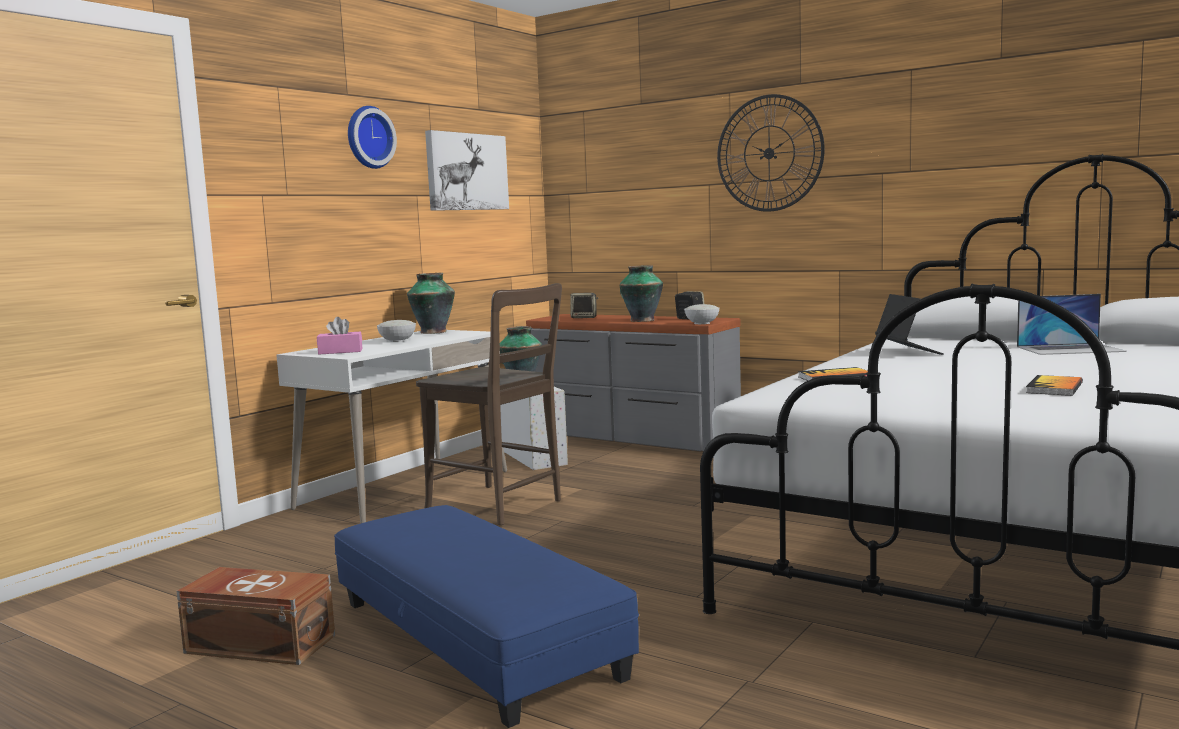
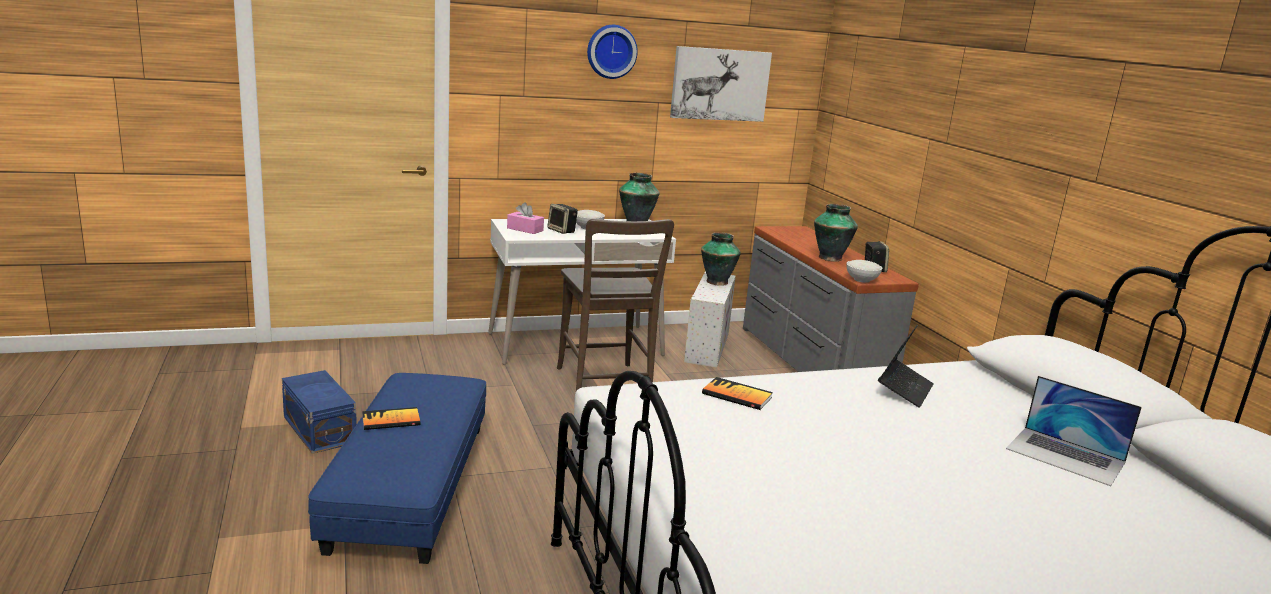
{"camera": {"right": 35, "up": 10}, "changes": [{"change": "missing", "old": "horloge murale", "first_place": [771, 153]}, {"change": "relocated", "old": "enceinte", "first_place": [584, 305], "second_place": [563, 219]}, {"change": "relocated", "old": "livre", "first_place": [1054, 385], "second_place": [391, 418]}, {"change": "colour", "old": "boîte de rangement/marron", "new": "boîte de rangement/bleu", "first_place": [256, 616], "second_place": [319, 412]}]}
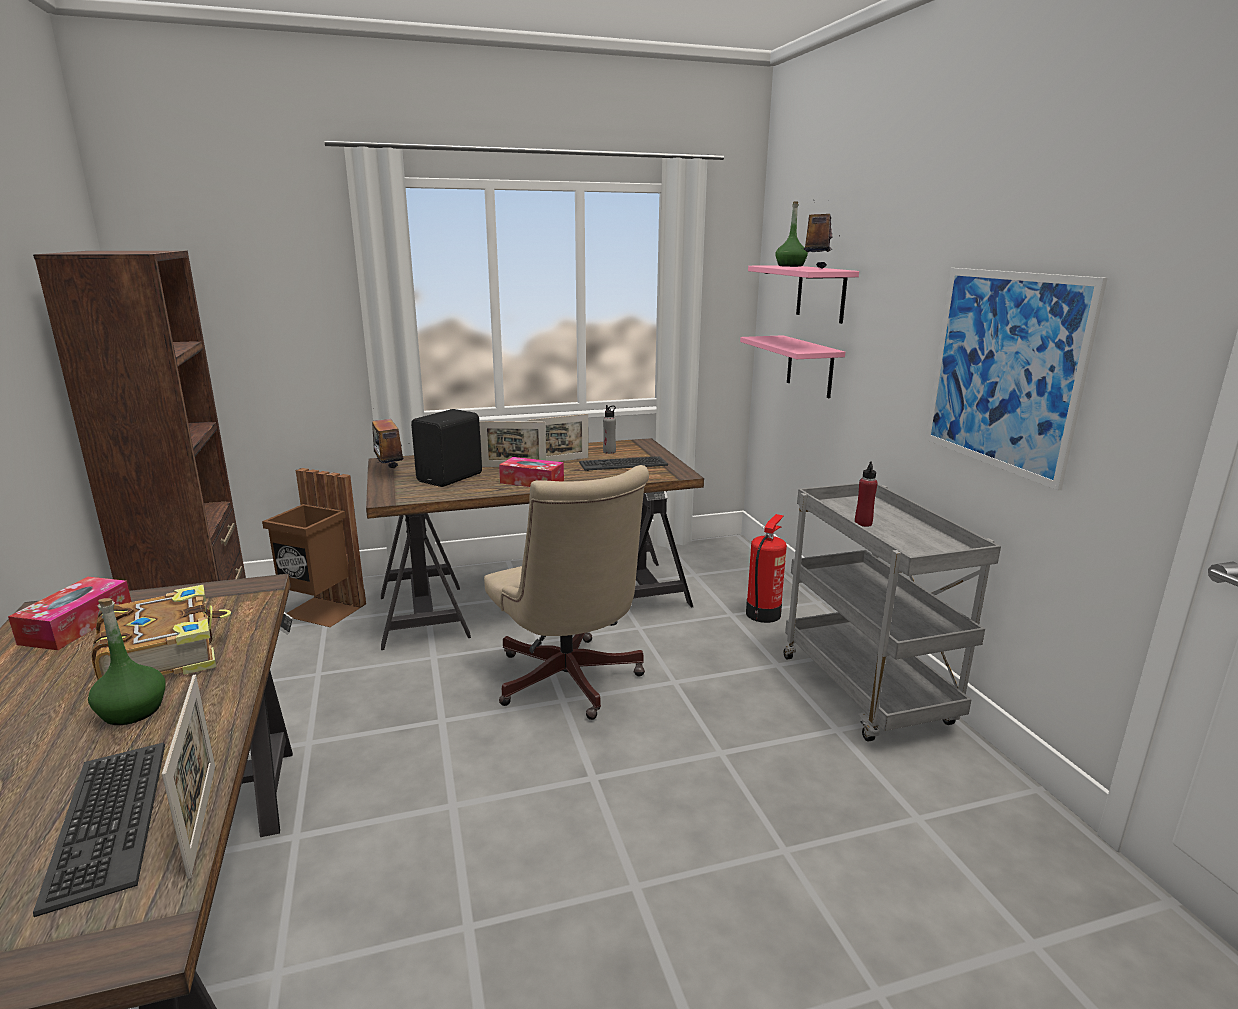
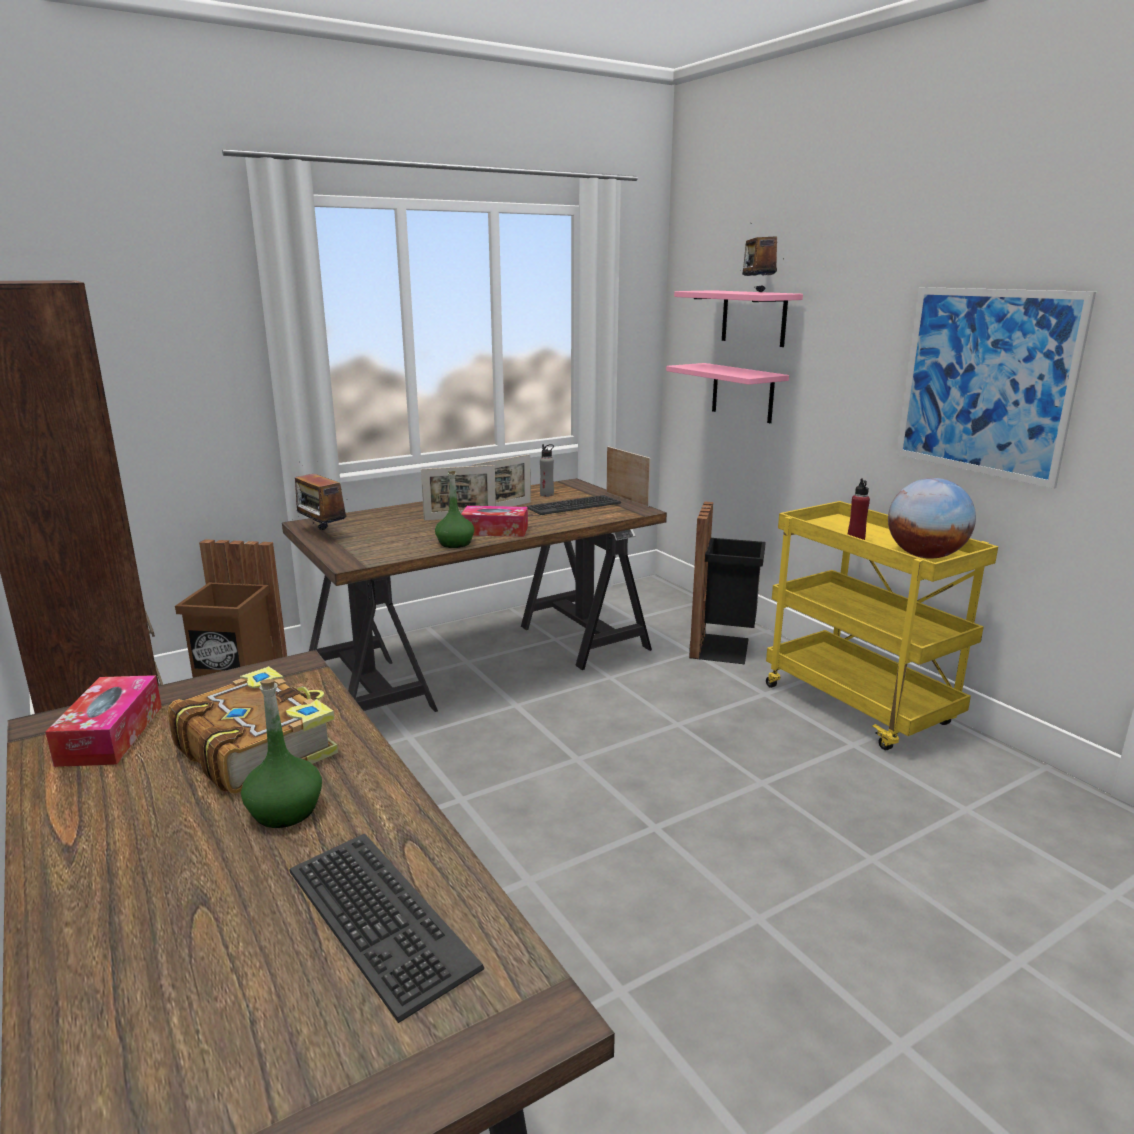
{"camera": {"right": -15, "up": 0}, "changes": [{"change": "missing", "old": "enceinte/noir", "first_place": [446, 448]}, {"change": "missing", "old": "chaise de bureau/beige", "first_place": [566, 592]}, {"change": "appeared", "new": "globe", "second_place": [932, 518]}, {"change": "relocated", "old": "cadre photo", "first_place": [188, 777], "second_place": [628, 476]}, {"change": "relocated", "old": "bouteille/vert", "first_place": [791, 234], "second_place": [454, 509]}, {"change": "exchanged", "old": "extincteur", "new": "poubelle/noir", "first_place": [766, 568], "second_place": [727, 583]}, {"change": "colour", "old": "chariot/gris", "new": "chariot/jaune", "first_place": [892, 612], "second_place": [882, 625]}]}
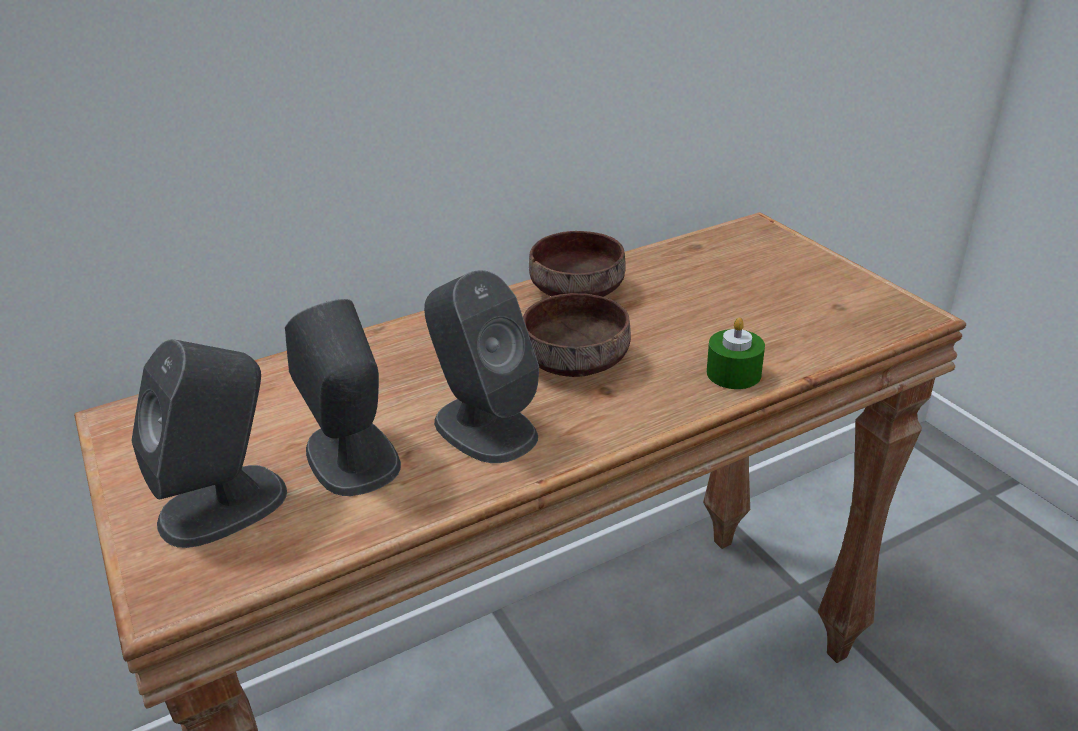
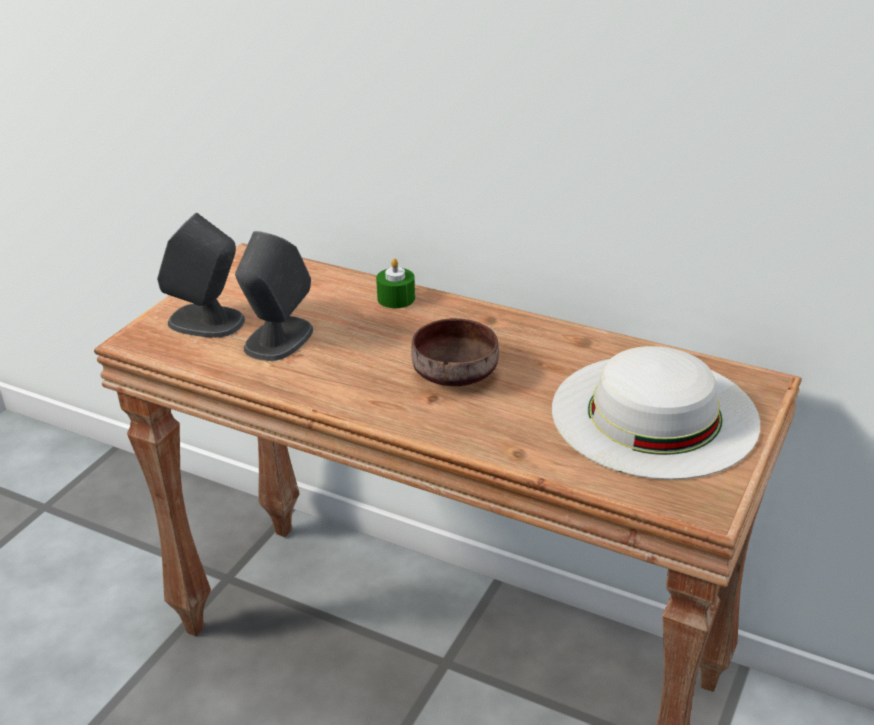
{"camera": {"right": 55, "up": 0}, "changes": [{"change": "missing", "old": "enceinte/gris", "first_place": [481, 366]}, {"change": "missing", "old": "bol/marron", "first_place": [577, 264]}, {"change": "appeared", "new": "chapeau/blanc", "second_place": [656, 413]}, {"change": "relocated", "old": "bougie/vert", "first_place": [736, 353], "second_place": [395, 283]}]}
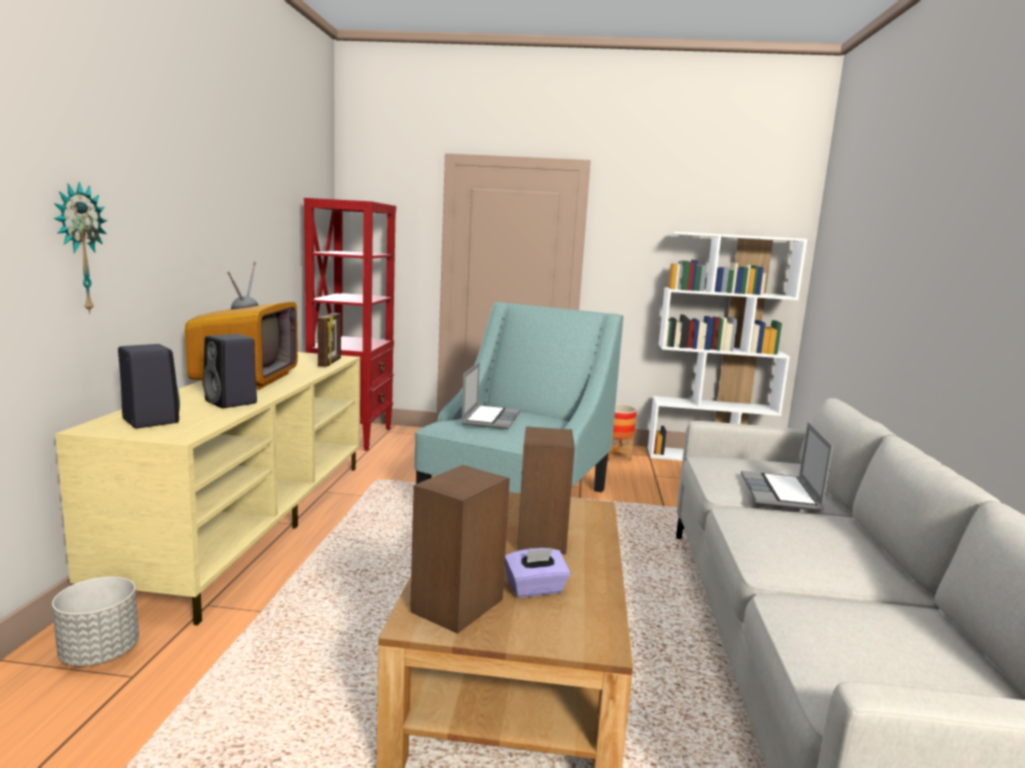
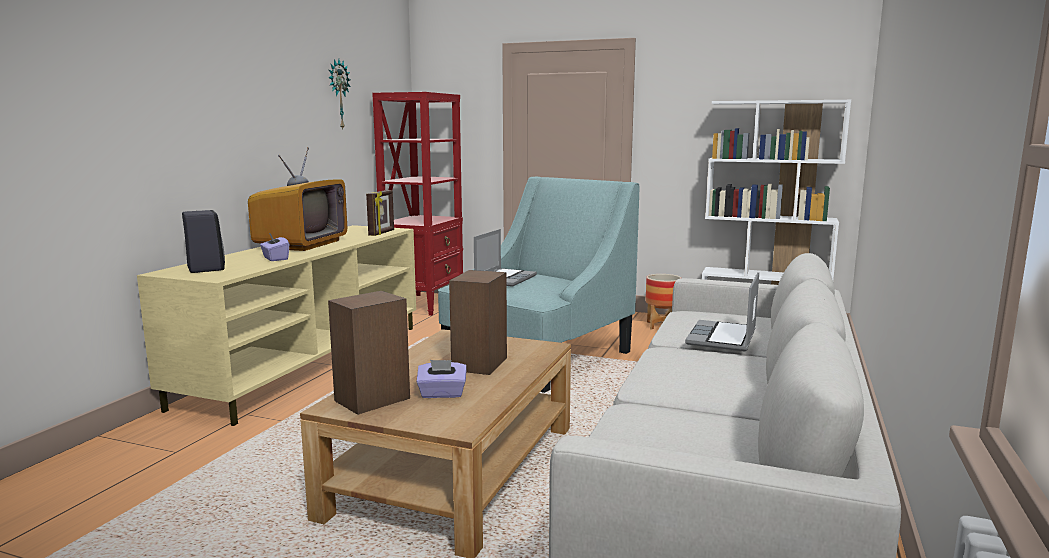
{"camera": {"right": 15, "up": 0}, "changes": [{"change": "missing", "old": "cache-pot/gris", "first_place": [95, 621]}, {"change": "relocated", "old": "horloge murale", "first_place": [80, 248], "second_place": [339, 94]}, {"change": "exchanged", "old": "enceinte/noir", "new": "boîte à mouchoirs/violet", "first_place": [230, 371], "second_place": [274, 247]}]}
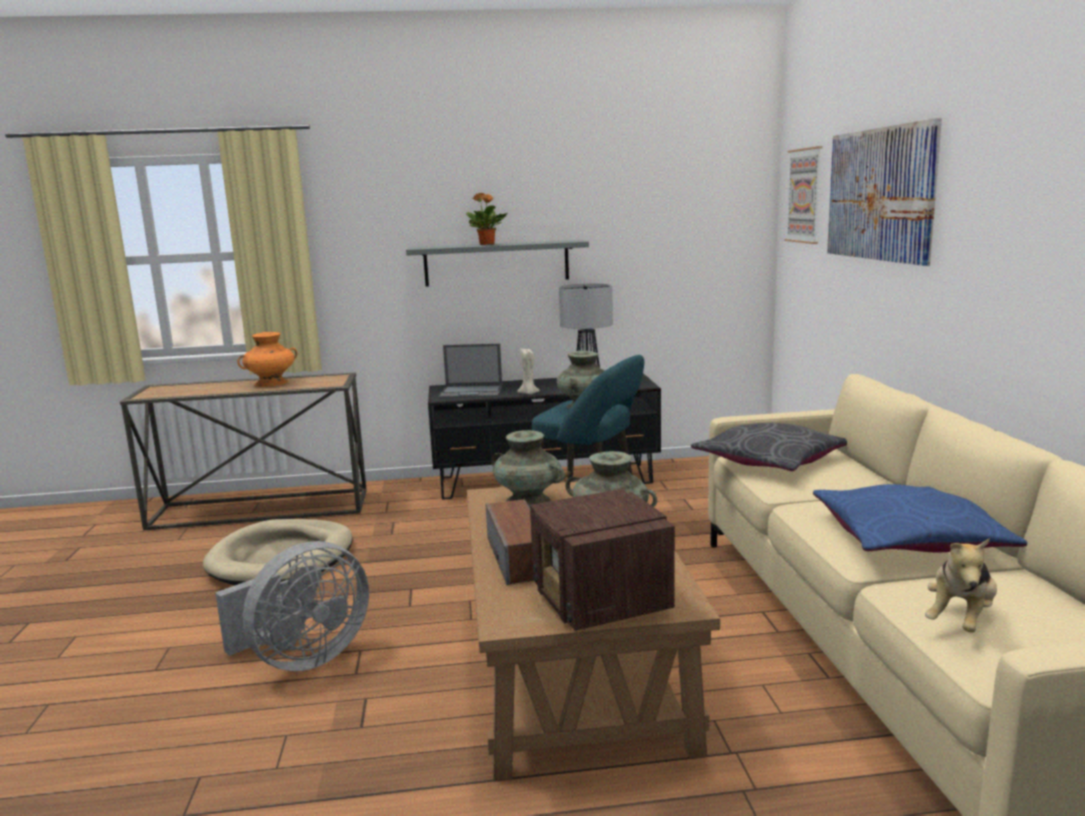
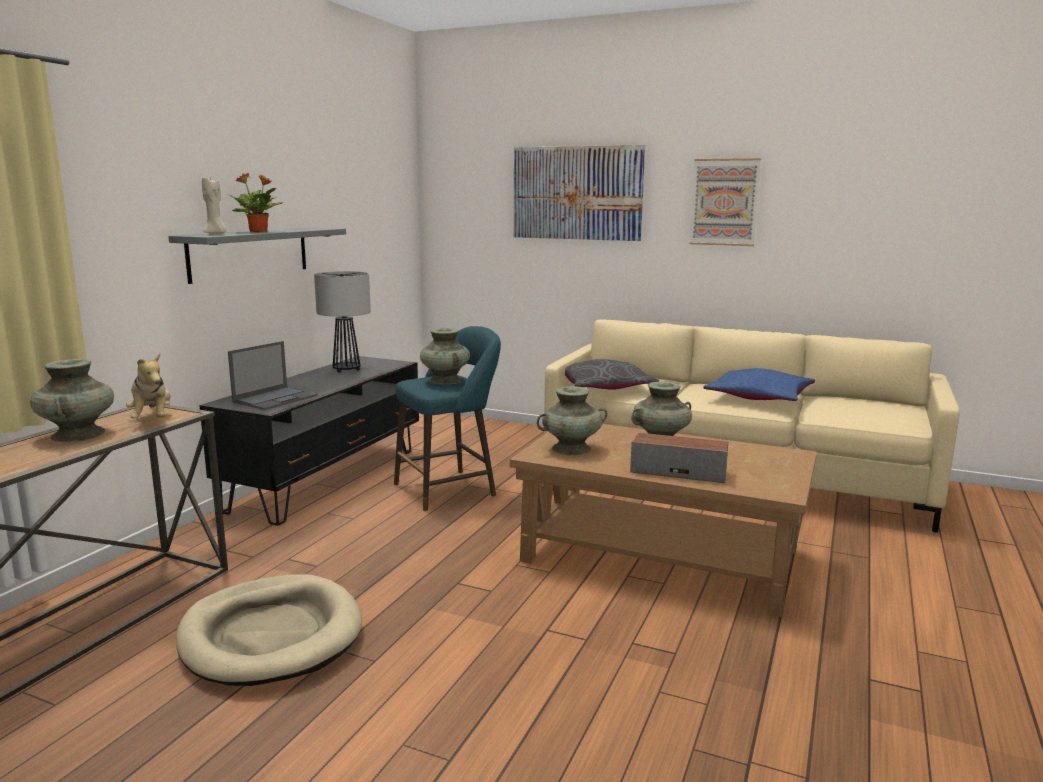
{"camera": {"right": -60, "up": 0}, "changes": [{"change": "missing", "old": "ventilateur/gris", "first_place": [292, 606]}, {"change": "missing", "old": "radio", "first_place": [602, 560]}, {"change": "relocated", "old": "bougie/beige", "first_place": [528, 371], "second_place": [214, 205]}, {"change": "relocated", "old": "tableau", "first_place": [803, 195], "second_place": [725, 202]}, {"change": "relocated", "old": "peluche", "first_place": [961, 585], "second_place": [148, 386]}, {"change": "colour", "old": "vase/orange", "new": "vase/turquoise", "first_place": [267, 359], "second_place": [72, 400]}]}
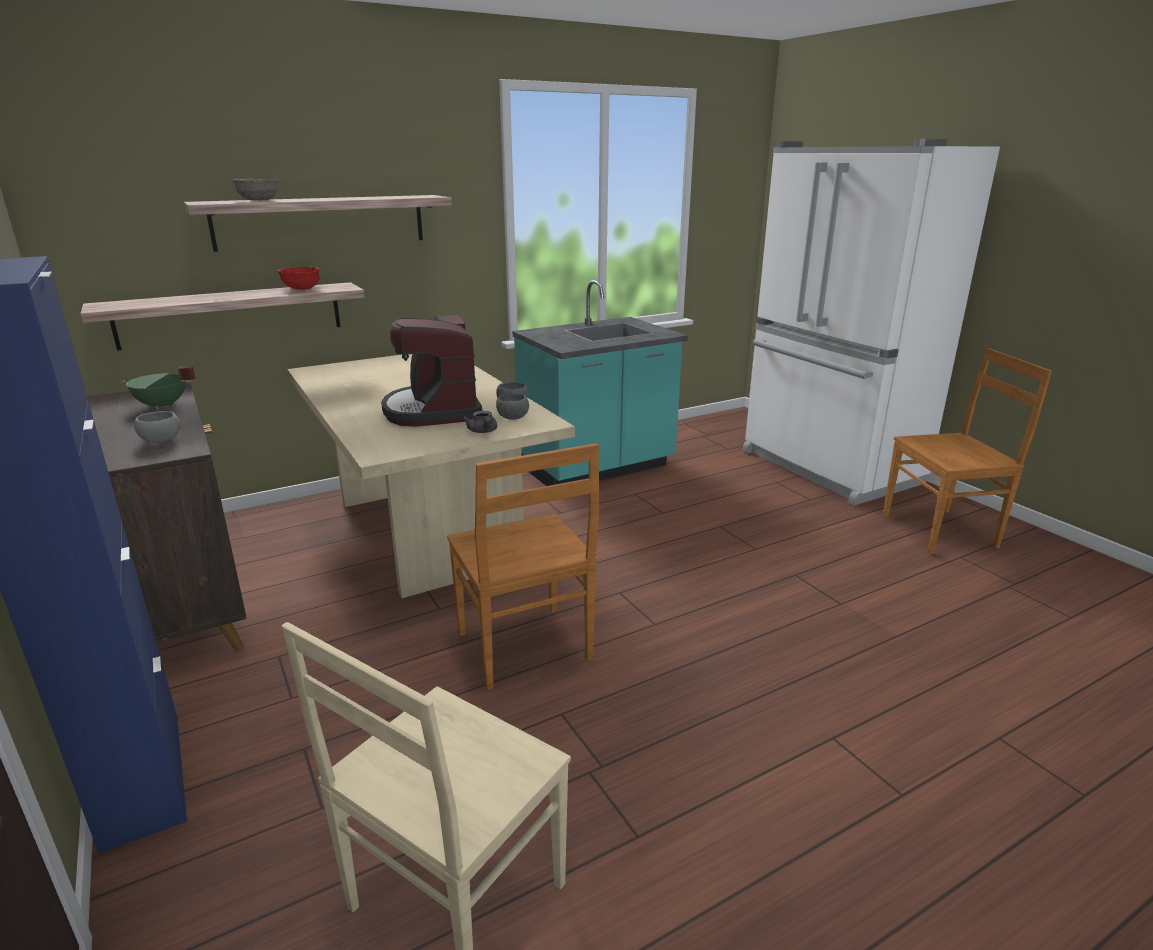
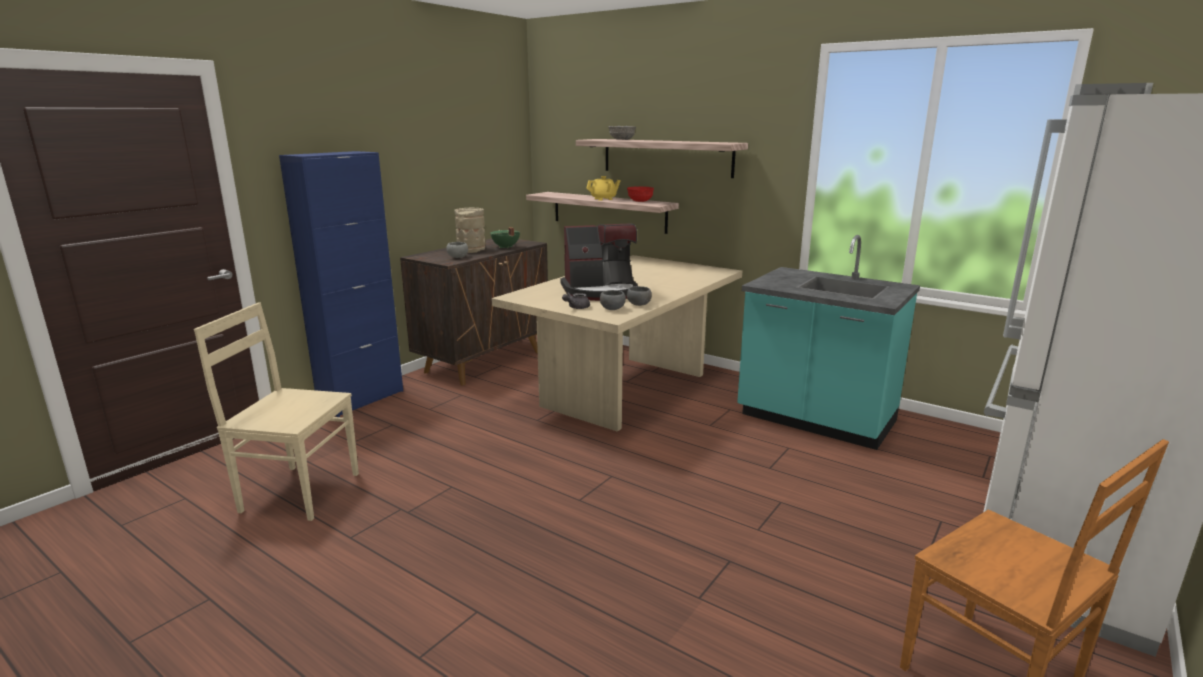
{"camera": {"right": 65, "up": -5}, "changes": [{"change": "missing", "old": "chaise/marron", "first_place": [523, 566]}, {"change": "appeared", "new": "vase/beige", "second_place": [470, 230]}, {"change": "appeared", "new": "théière/jaune", "second_place": [603, 188]}, {"change": "spun", "old": "machine à café", "first_place": [431, 371], "second_place": [599, 262], "degrees": -150}]}
